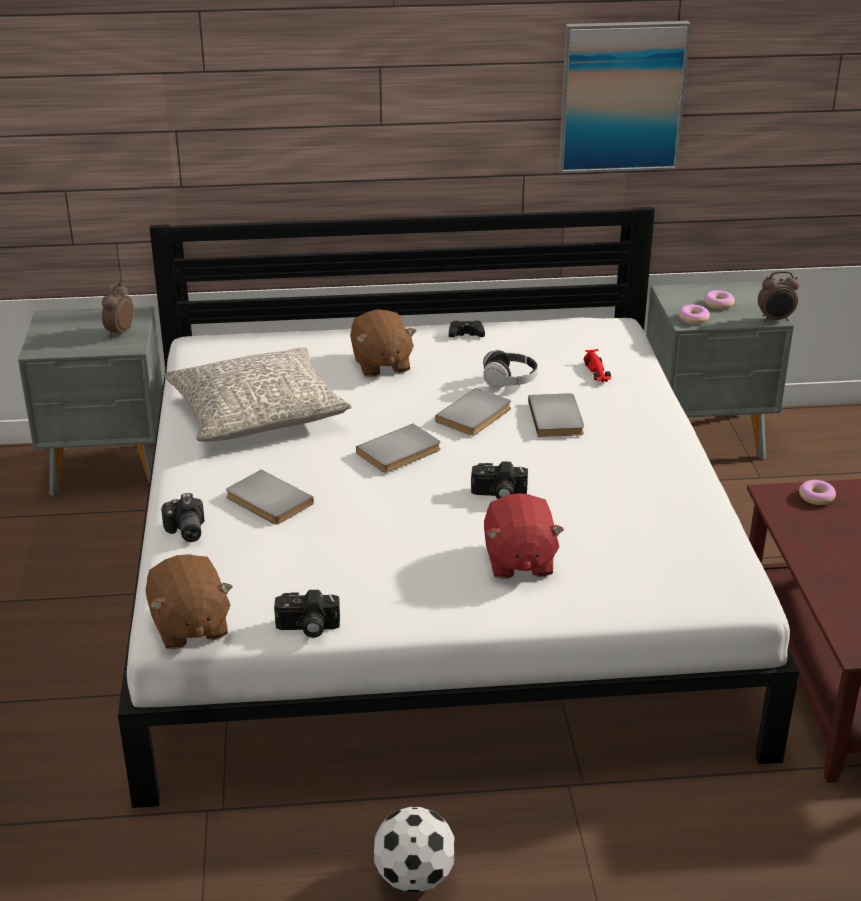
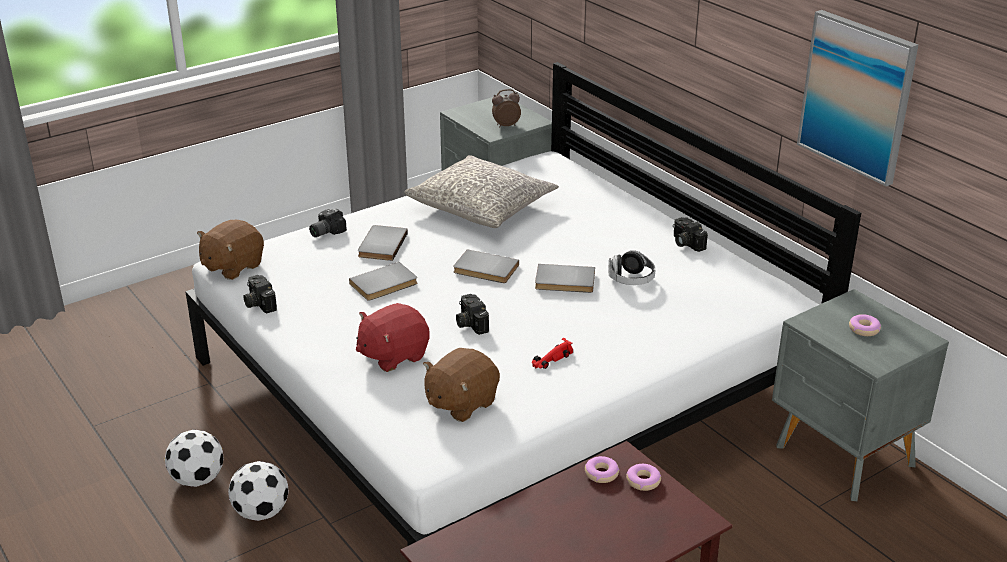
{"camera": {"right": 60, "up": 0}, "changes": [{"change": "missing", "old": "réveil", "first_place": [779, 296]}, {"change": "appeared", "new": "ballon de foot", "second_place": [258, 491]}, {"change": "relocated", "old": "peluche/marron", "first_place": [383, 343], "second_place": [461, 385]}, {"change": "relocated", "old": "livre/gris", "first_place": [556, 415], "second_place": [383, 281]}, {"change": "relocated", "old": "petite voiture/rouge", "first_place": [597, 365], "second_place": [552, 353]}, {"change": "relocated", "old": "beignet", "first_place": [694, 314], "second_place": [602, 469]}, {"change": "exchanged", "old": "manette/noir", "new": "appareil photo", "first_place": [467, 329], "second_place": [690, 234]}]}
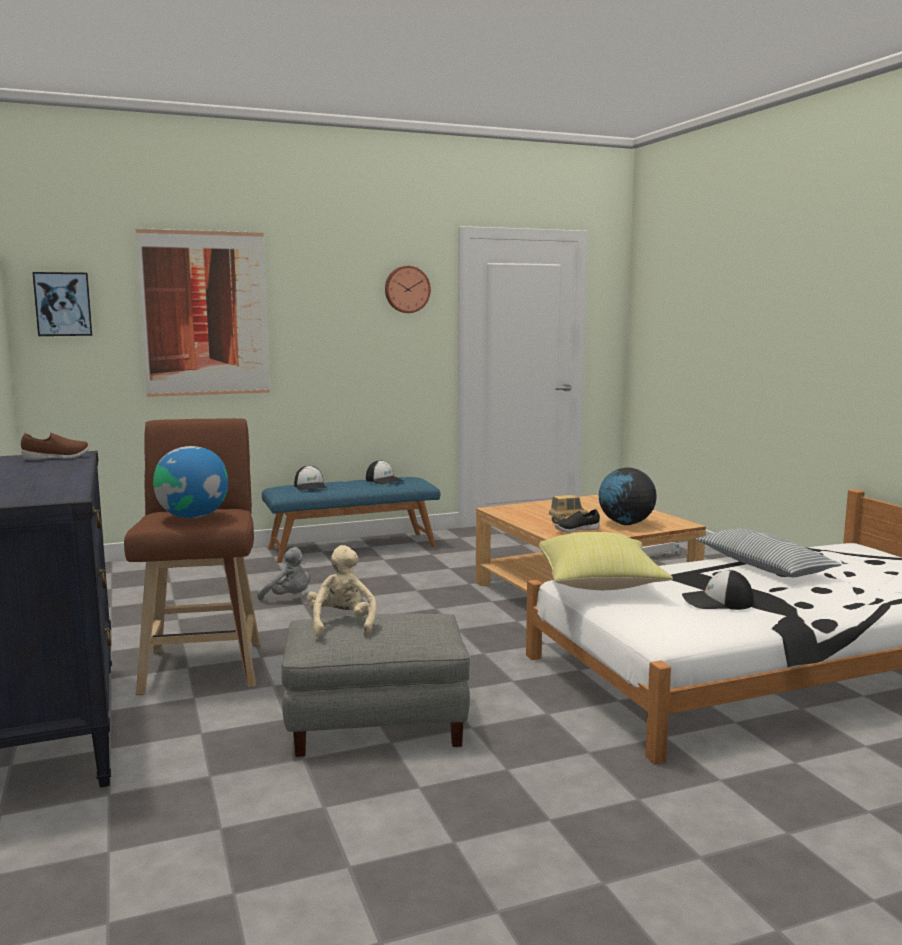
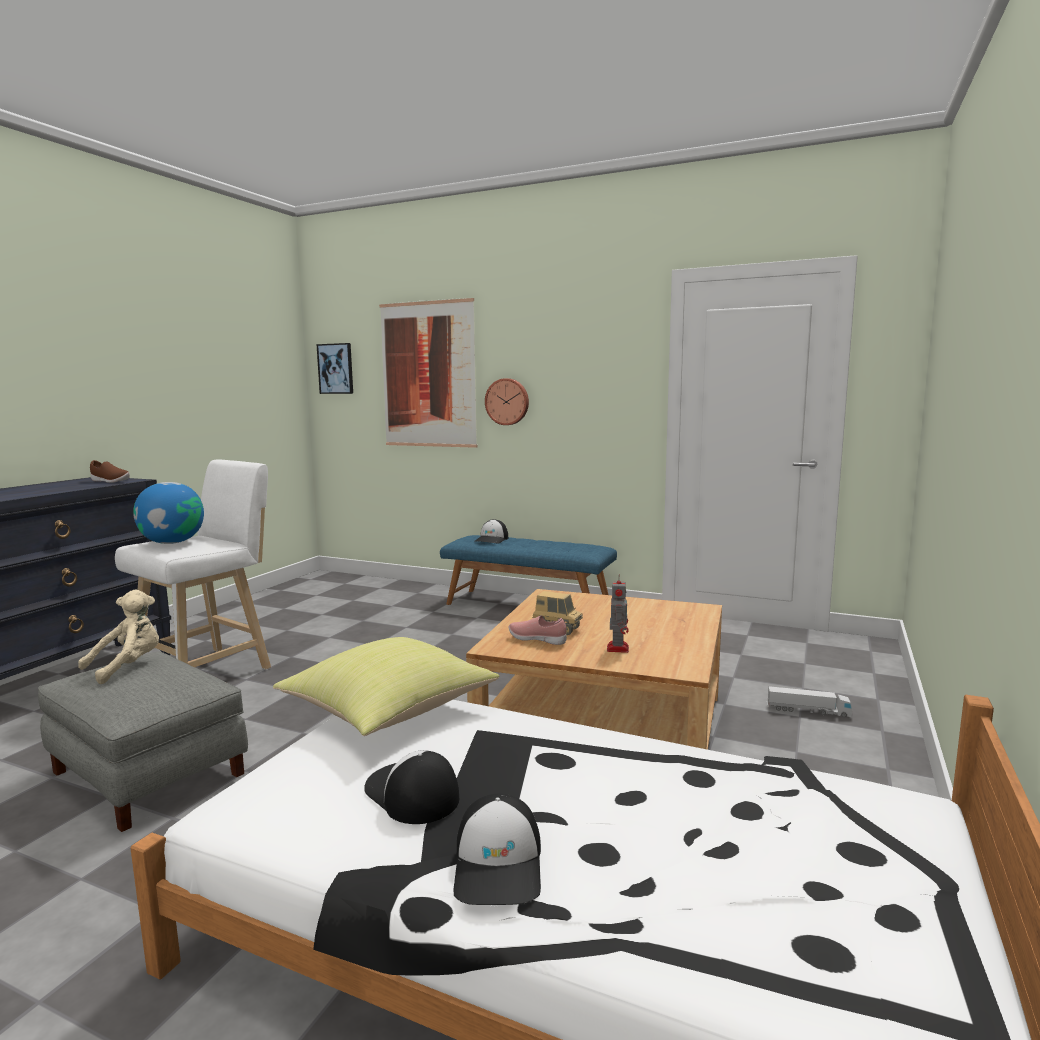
{"camera": {"right": 45, "up": 0}, "changes": [{"change": "missing", "old": "peluche/gris", "first_place": [283, 573]}, {"change": "missing", "old": "coussin", "first_place": [769, 552]}, {"change": "relocated", "old": "casquette", "first_place": [385, 472], "second_place": [497, 849]}, {"change": "relocated", "old": "horloge murale", "first_place": [408, 289], "second_place": [507, 401]}, {"change": "exchanged", "old": "globe", "new": "robot jouet", "first_place": [628, 496], "second_place": [618, 616]}, {"change": "colour", "old": "tabouret/marron", "new": "tabouret/blanc", "first_place": [192, 556], "second_place": [193, 564]}, {"change": "colour", "old": "chaussure/noir", "new": "chaussure/rose", "first_place": [577, 521], "second_place": [537, 630]}]}
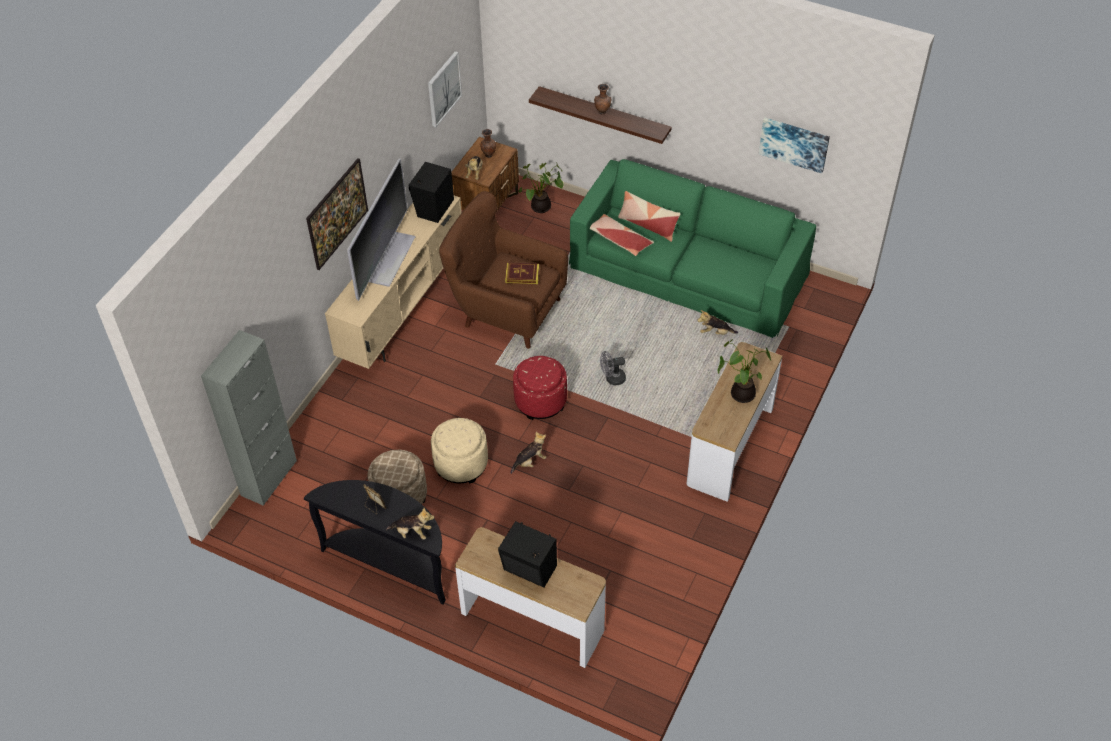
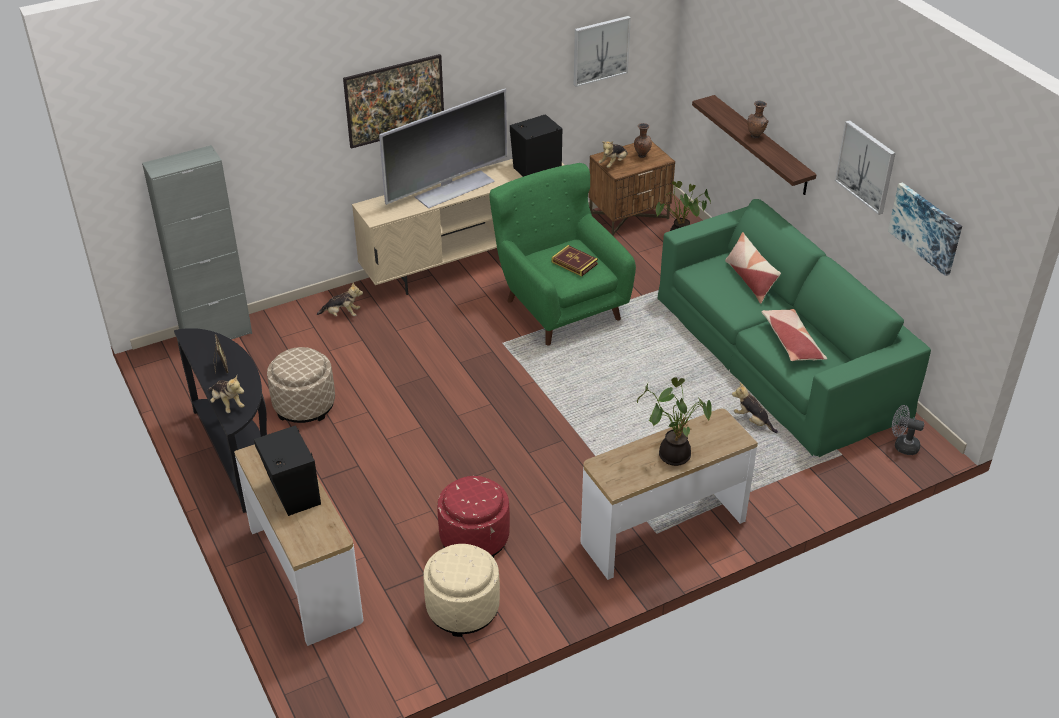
{"camera": {"right": 35, "up": -10}, "changes": [{"change": "appeared", "new": "tableau", "second_place": [865, 167]}, {"change": "relocated", "old": "pouf/beige", "first_place": [459, 450], "second_place": [461, 590]}, {"change": "relocated", "old": "peluche", "first_place": [529, 453], "second_place": [340, 299]}, {"change": "relocated", "old": "pouf/rouge", "first_place": [540, 388], "second_place": [473, 517]}, {"change": "relocated", "old": "coussin", "first_place": [622, 235], "second_place": [794, 335]}, {"change": "relocated", "old": "ventilateur/gris", "first_place": [613, 368], "second_place": [908, 430]}, {"change": "colour", "old": "fauteuil/marron", "new": "fauteuil/vert", "first_place": [503, 270], "second_place": [563, 254]}]}
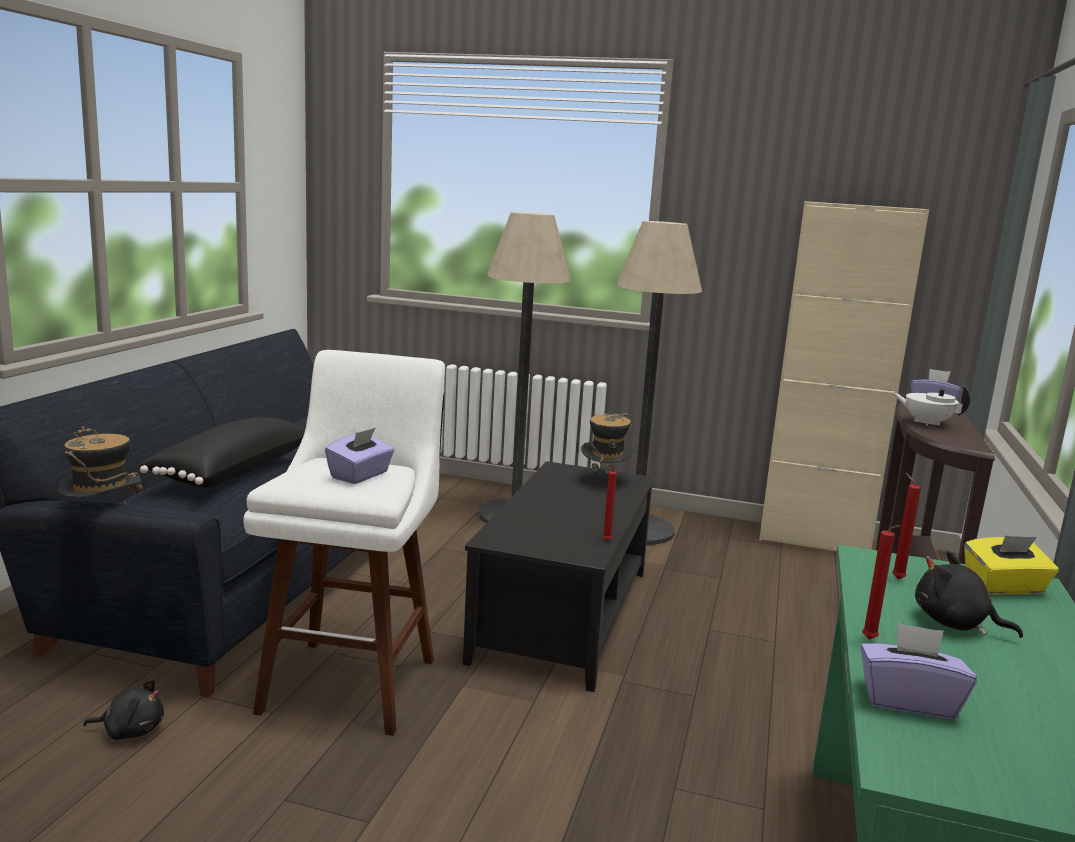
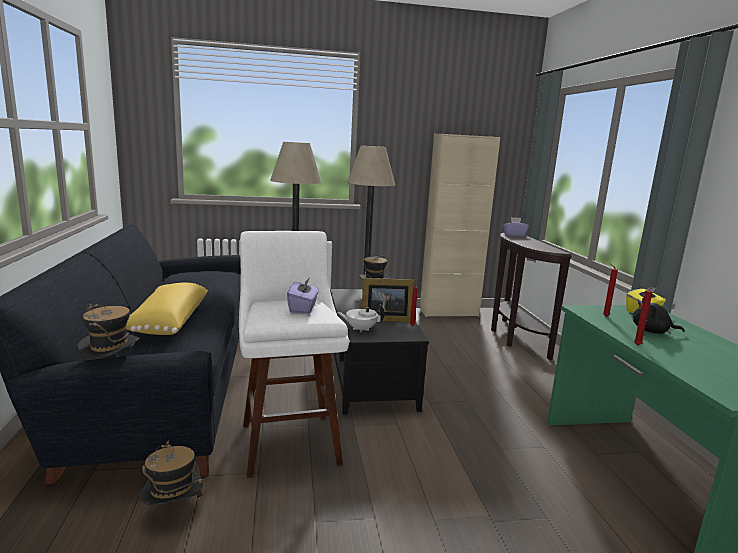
{"camera": {"right": -25, "up": 0}, "changes": [{"change": "missing", "old": "boîte à mouchoirs/violet", "first_place": [918, 671]}, {"change": "appeared", "new": "cadre photo", "second_place": [388, 300]}, {"change": "relocated", "old": "théière/blanc", "first_place": [931, 406], "second_place": [361, 318]}, {"change": "exchanged", "old": "peluche/noir", "new": "chapeau", "first_place": [123, 709], "second_place": [172, 473]}, {"change": "colour", "old": "coussin/noir", "new": "coussin/jaune", "first_place": [222, 452], "second_place": [167, 309]}]}
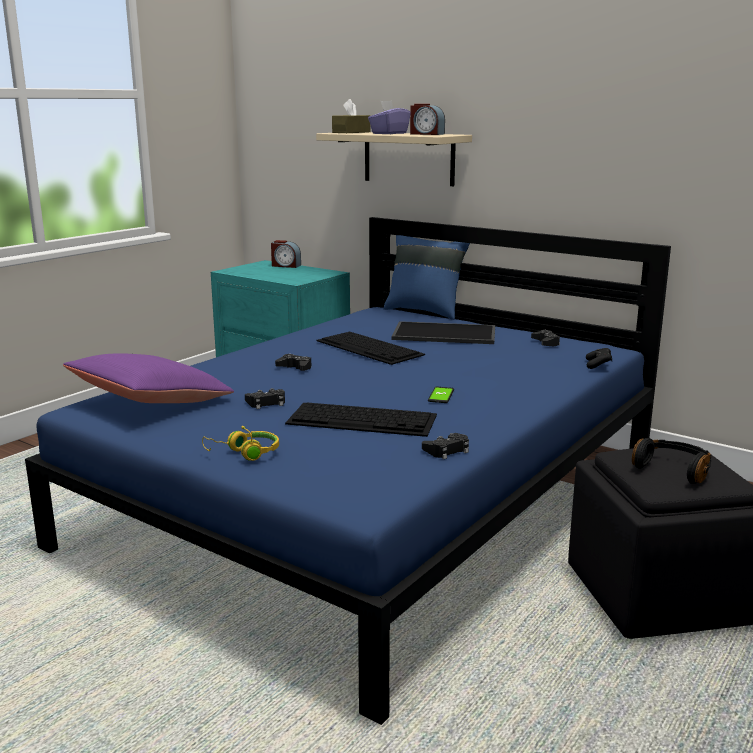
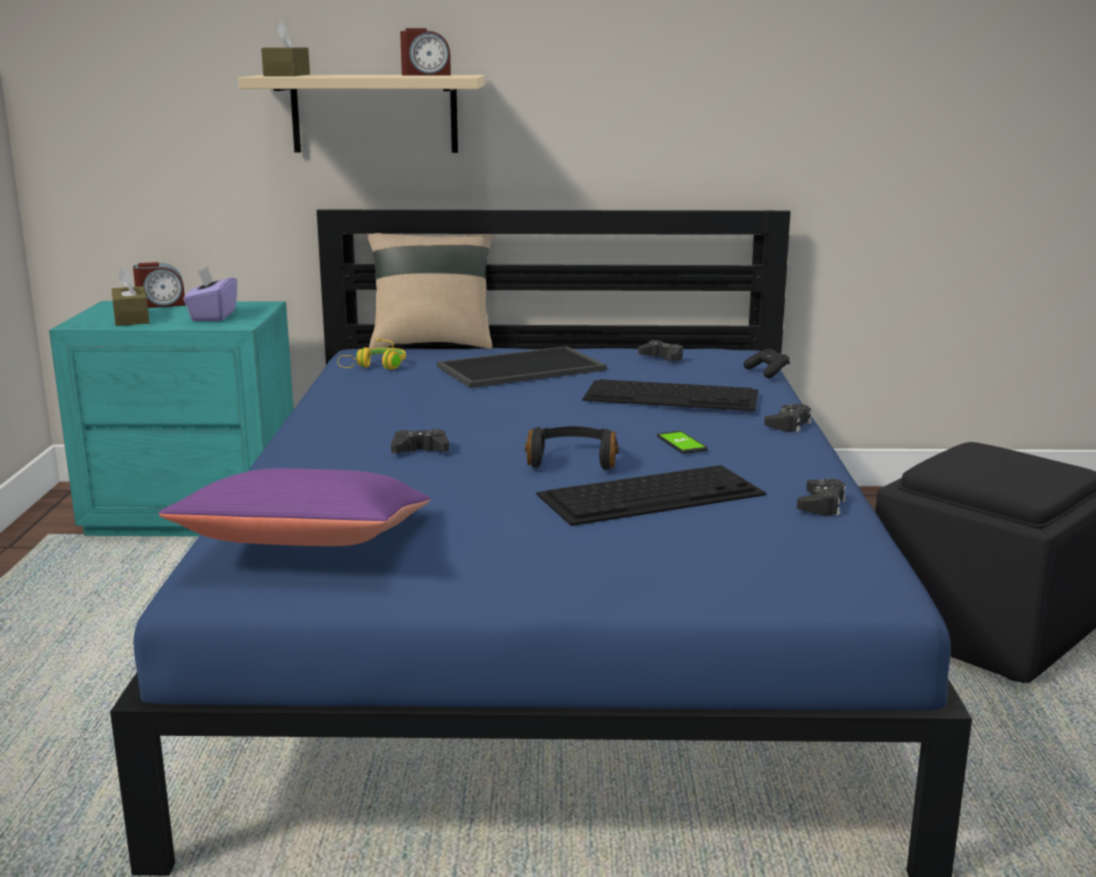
{"camera": {"right": -35, "up": 0}, "changes": [{"change": "appeared", "new": "boîte à mouchoirs/marron", "second_place": [131, 297]}, {"change": "relocated", "old": "casque audio/jaune", "first_place": [240, 443], "second_place": [371, 354]}, {"change": "relocated", "old": "manette/noir", "first_place": [265, 398], "second_place": [788, 418]}, {"change": "relocated", "old": "clavier", "first_place": [370, 348], "second_place": [670, 395]}, {"change": "relocated", "old": "boîte à mouchoirs/violet", "first_place": [389, 117], "second_place": [210, 294]}, {"change": "relocated", "old": "casque audio/noir", "first_place": [671, 461], "second_place": [572, 448]}, {"change": "colour", "old": "coussin/bleu", "new": "coussin/beige", "first_place": [426, 277], "second_place": [429, 291]}]}
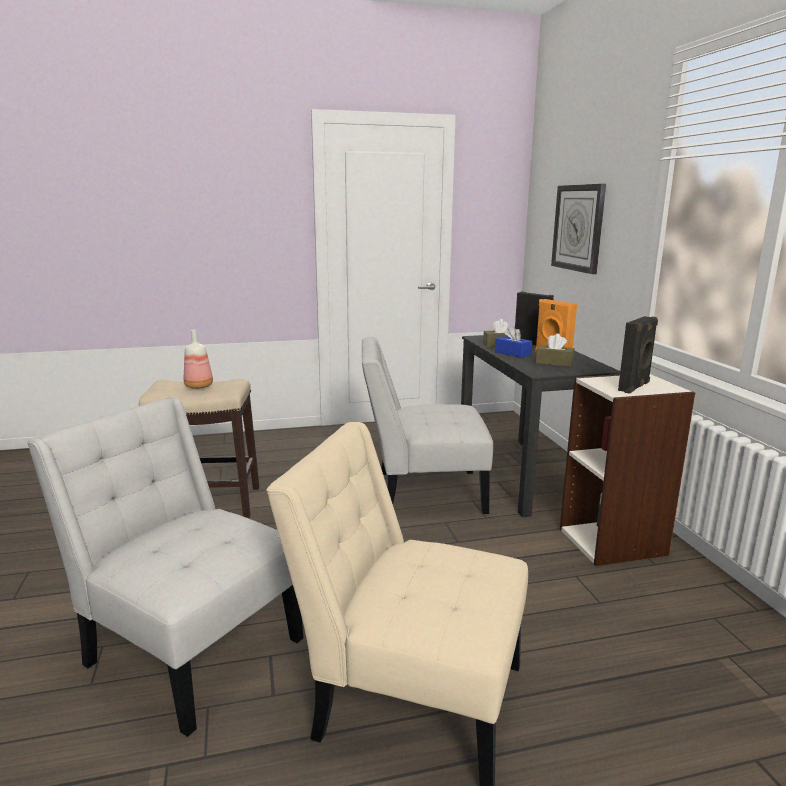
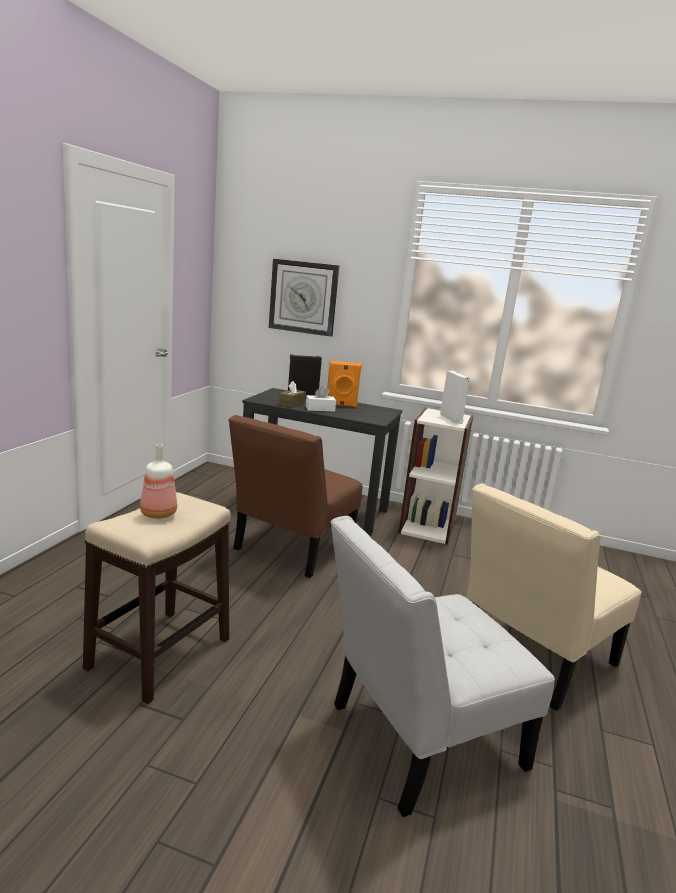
{"camera": {"right": -60, "up": 0}, "changes": [{"change": "missing", "old": "boîte à mouchoirs/marron", "first_place": [555, 350]}, {"change": "colour", "old": "chaise/blanc", "new": "chaise/marron", "first_place": [427, 425], "second_place": [296, 496]}, {"change": "colour", "old": "boîte à mouchoirs/bleu", "new": "boîte à mouchoirs/blanc", "first_place": [513, 342], "second_place": [321, 399]}, {"change": "colour", "old": "enceinte/noir", "new": "enceinte/blanc", "first_place": [638, 355], "second_place": [455, 397]}]}
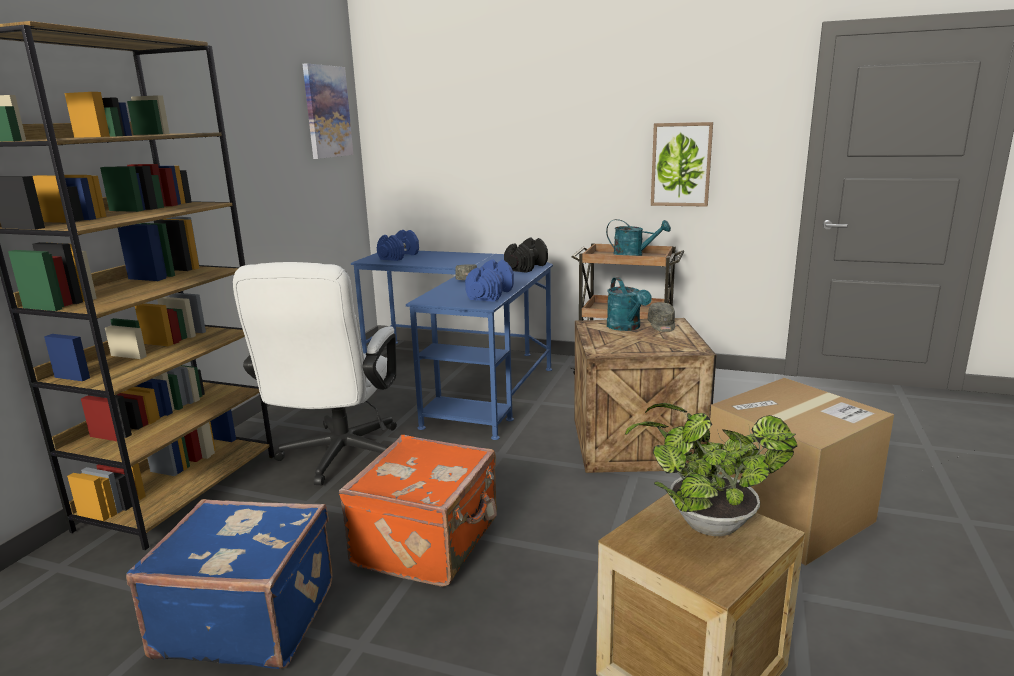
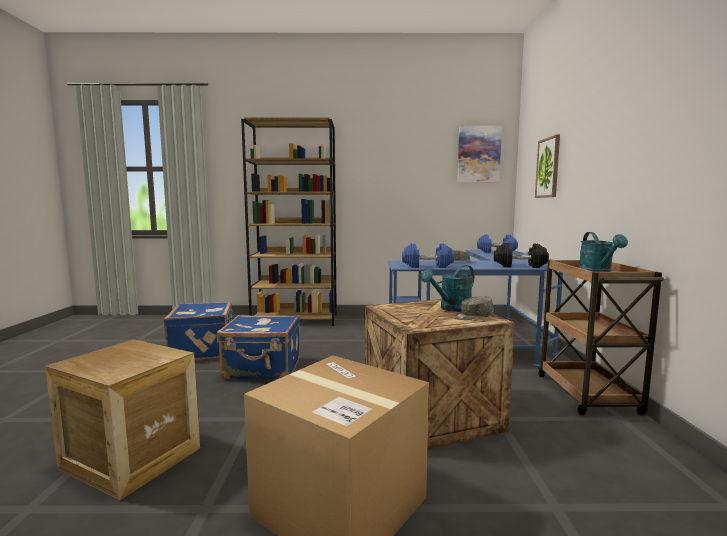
{"camera": {"right": 70, "up": -10}, "changes": [{"change": "missing", "old": "chaise de bureau/blanc", "first_place": [315, 374]}, {"change": "missing", "old": "plante en pot", "first_place": [711, 469]}, {"change": "relocated", "old": "tableau", "first_place": [682, 164], "second_place": [547, 166]}, {"change": "colour", "old": "valise/orange", "new": "valise/bleu", "first_place": [418, 511], "second_place": [258, 347]}]}
